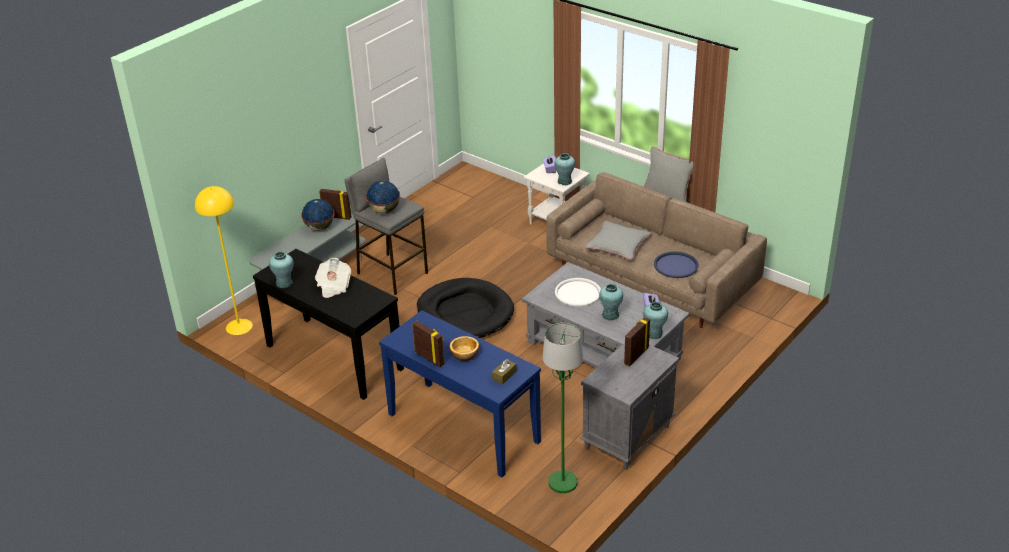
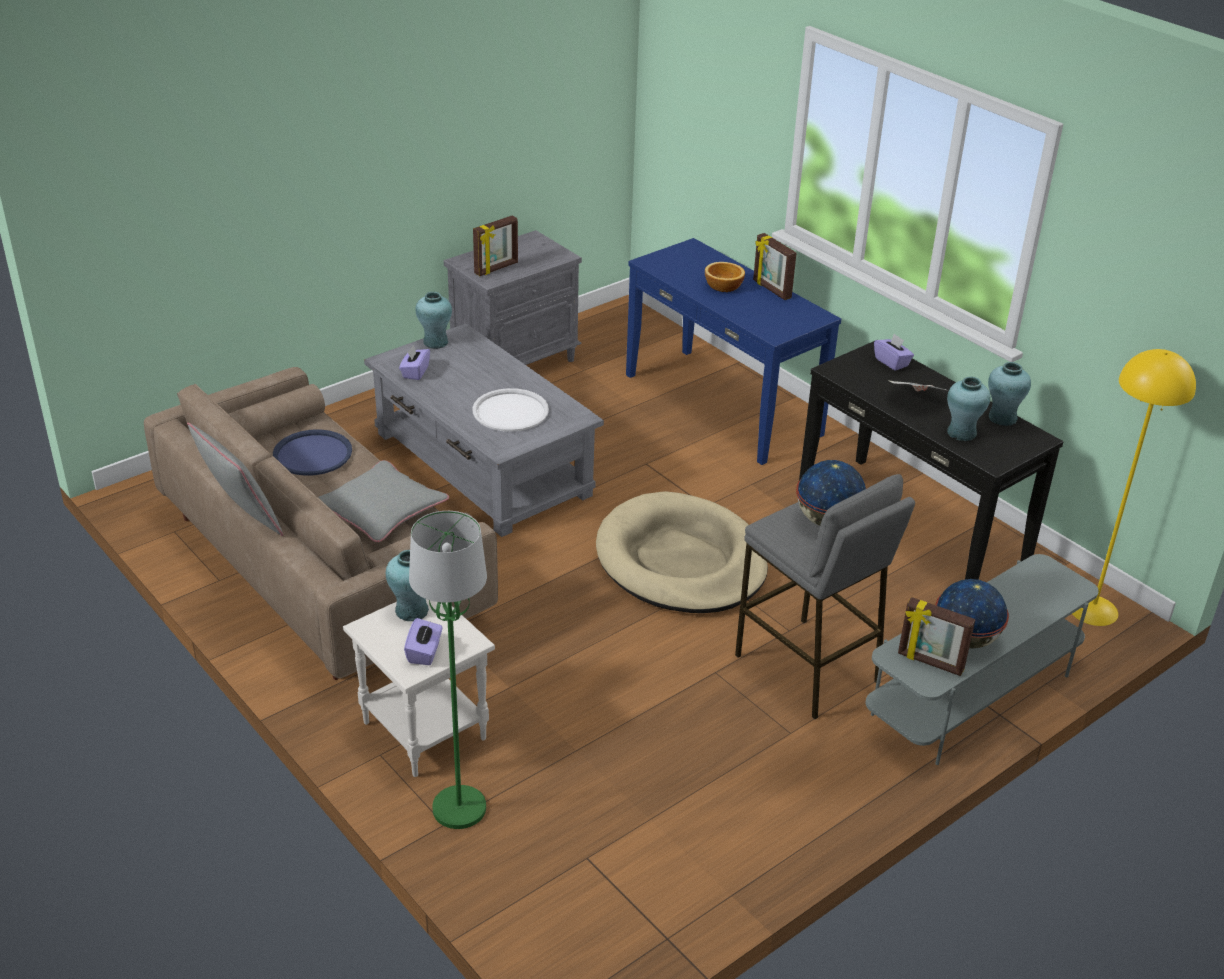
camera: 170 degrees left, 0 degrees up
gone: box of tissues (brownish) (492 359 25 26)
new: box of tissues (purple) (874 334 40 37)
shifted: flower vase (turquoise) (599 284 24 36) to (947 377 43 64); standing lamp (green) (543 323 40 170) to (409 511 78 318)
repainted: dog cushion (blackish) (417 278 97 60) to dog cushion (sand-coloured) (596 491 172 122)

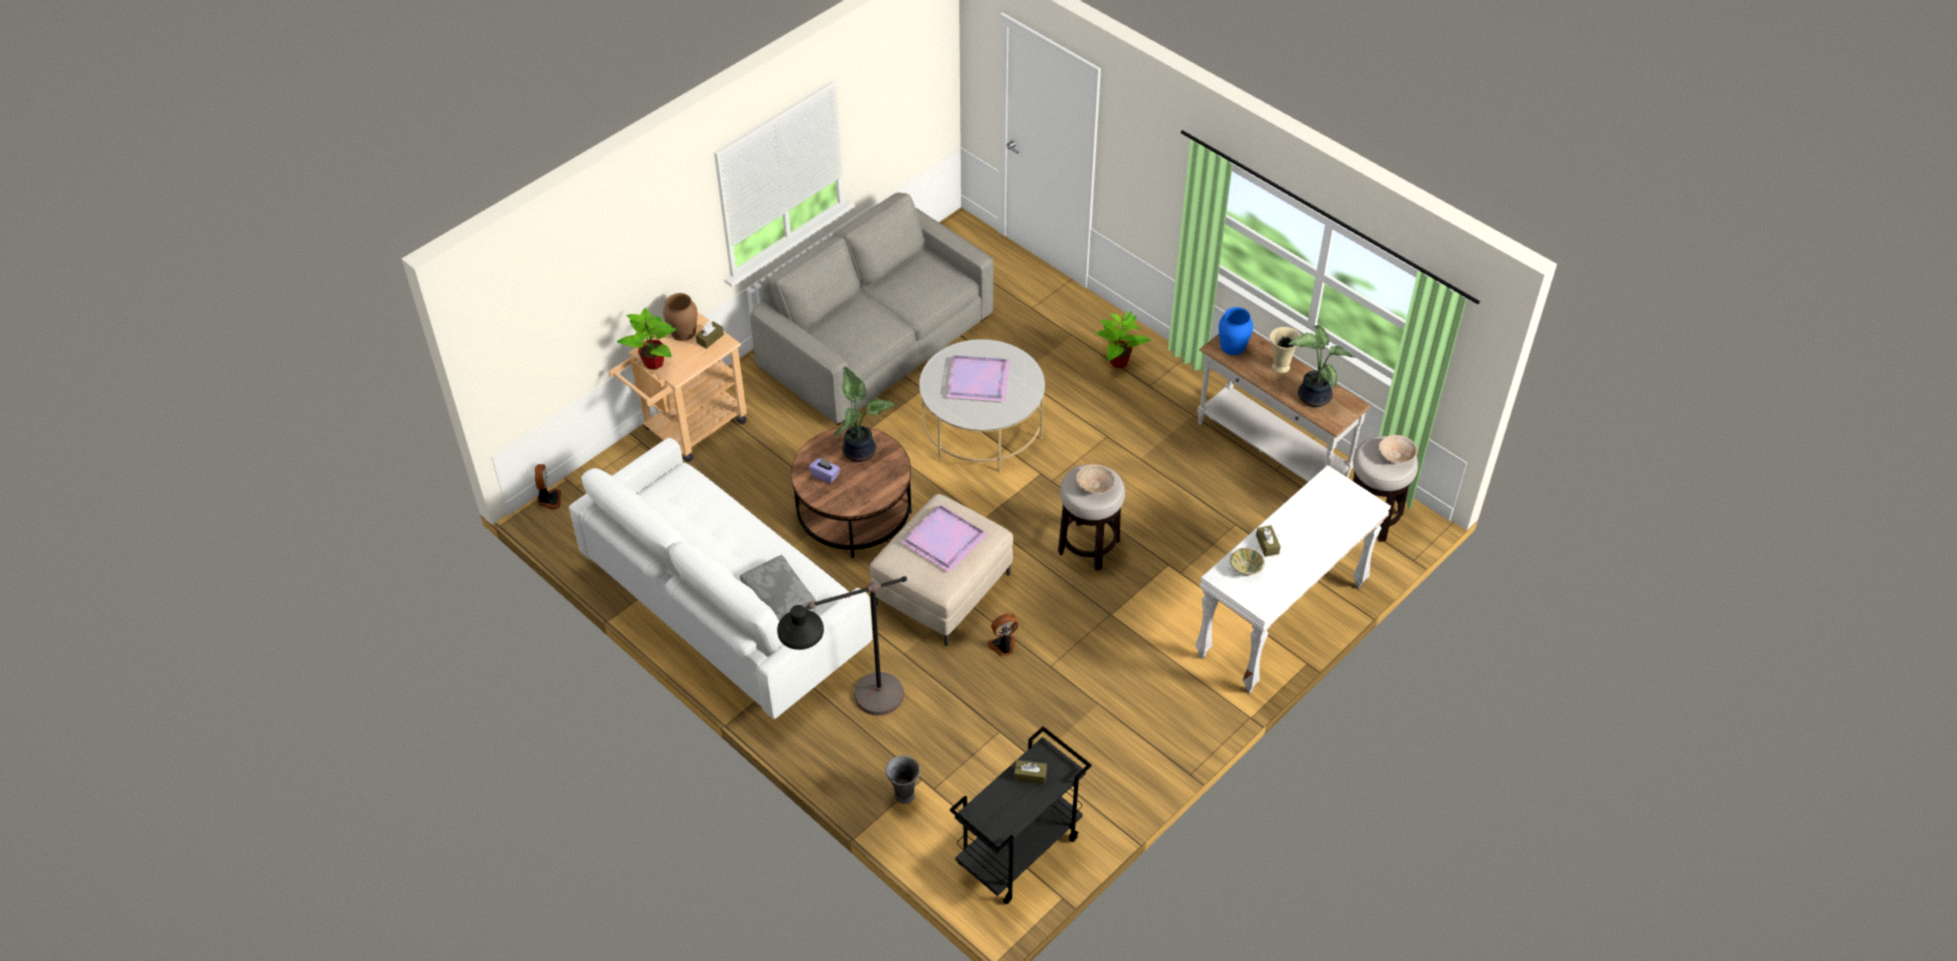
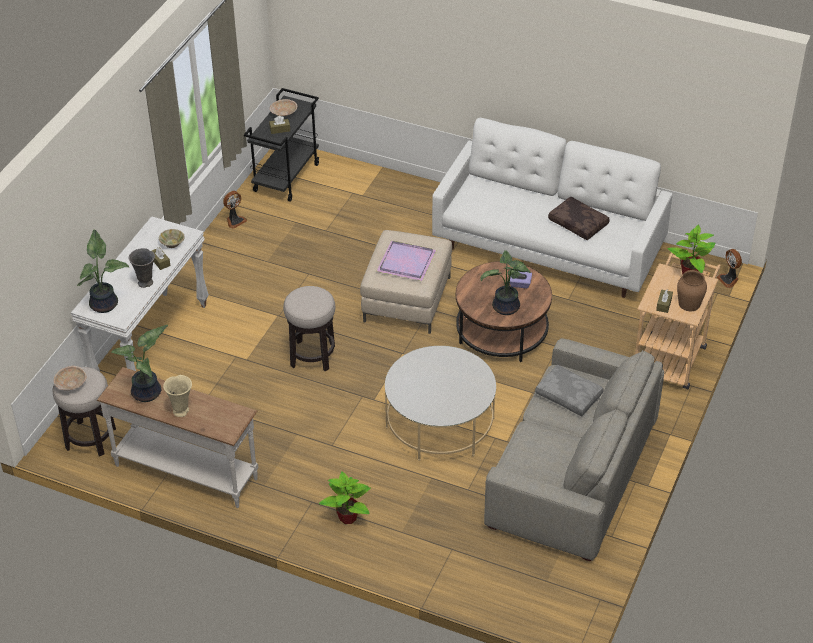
camera: 160 degrees right, 5 degrees down
gone: flower vase (bluish) (1219 307 34 48); tray (purple) (946 355 64 47); standing lamp (blackish) (777 576 130 140)
new: pillow (brownish) (548 197 62 43); potted plant (77 229 52 84)
shifted: serving bowl (sand-coloured) (1076 464 40 30) to (270 99 27 17); pillow (greyish) (740 555 76 66) to (535 365 69 51); electric fan (987 614 31 43) to (223 191 24 38); flower vase (greyish) (885 755 35 49) to (129 248 26 40)

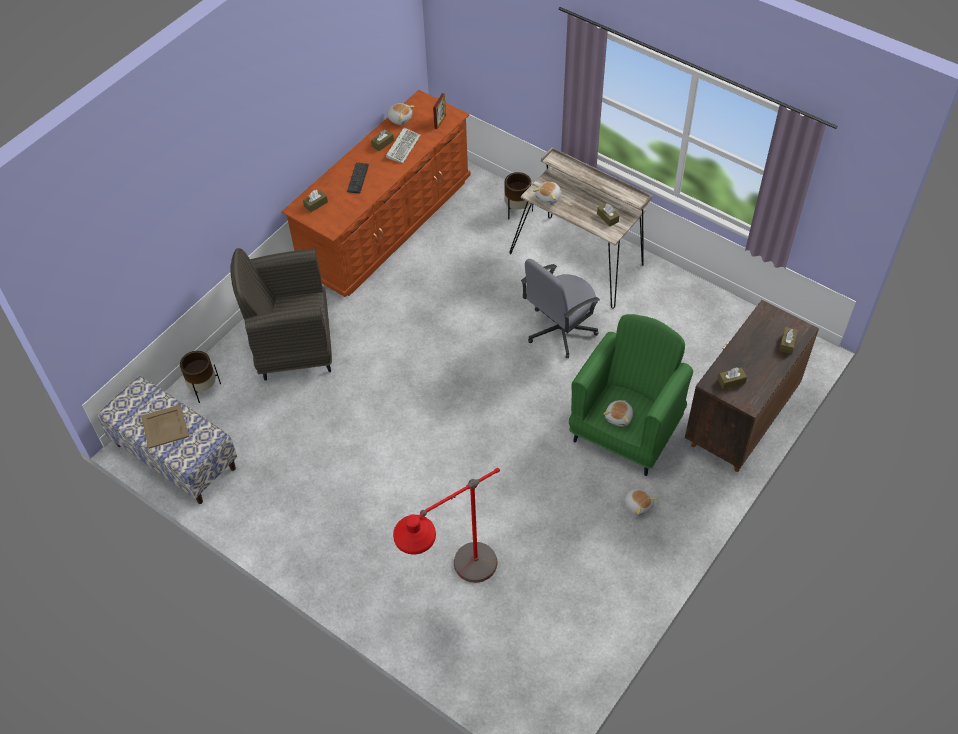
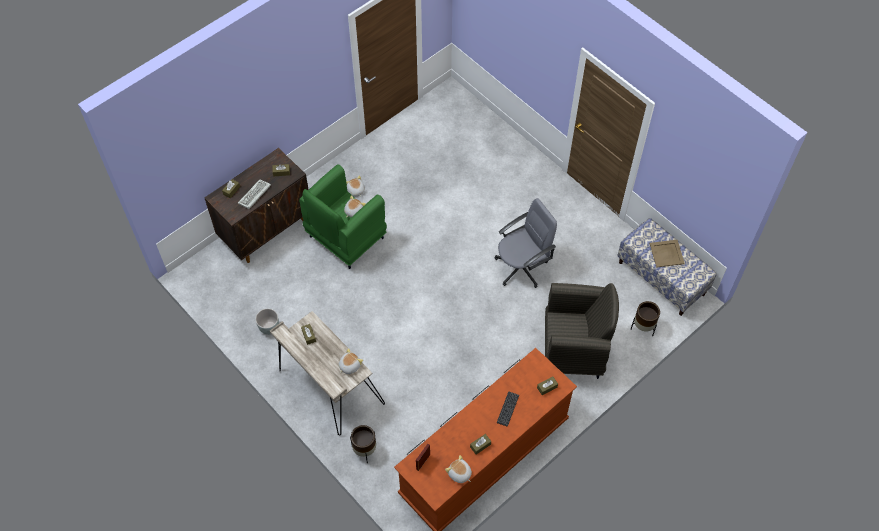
camera: 170 degrees left, 5 degrees up
gone: standing lamp (red) (393 468 107 115)
new: flower pot (greyish) (255 308 24 27)
shifted: keyboard (386 128 35 35) to (238 179 33 30); computer chair (greyish) (521 259 79 99) to (494 198 63 90)

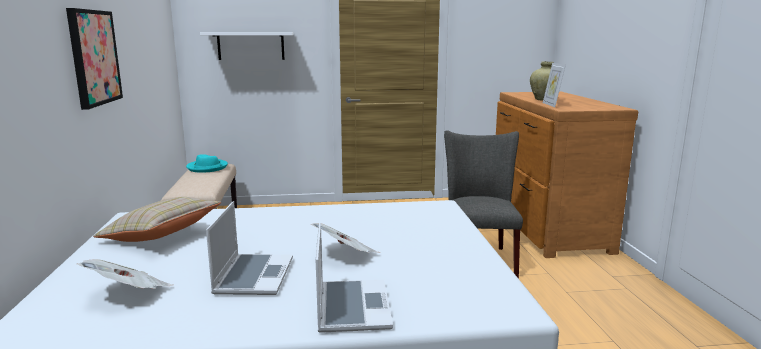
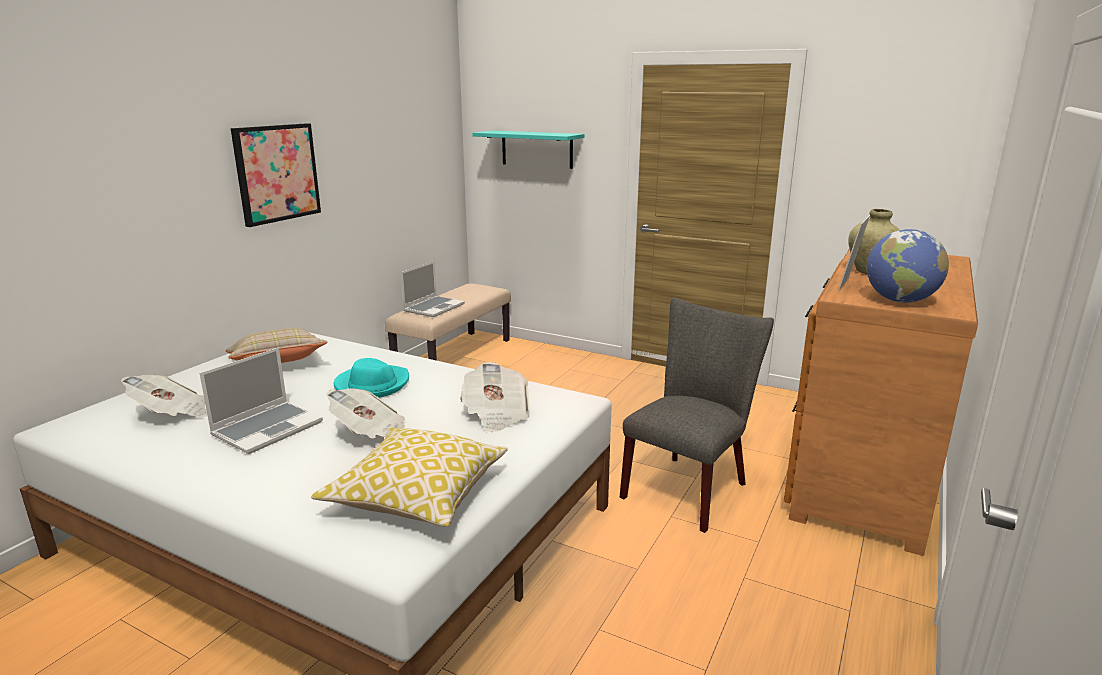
camera: 35 degrees right, 5 degrees up
new: desk globe (867 229 82 74); printed paper (460 362 70 70); pillow (311 427 197 100)
shifted: wearable hat (turquoise) (186 154 42 19) to (334 358 75 40); laptop (316 223 77 110) to (401 261 64 56)
repainted: bracket shelf (whitish) (200 32 93 28) to bracket shelf (turquoise) (472 130 113 39)

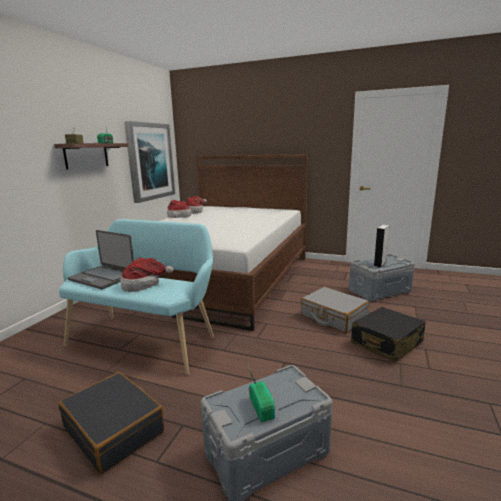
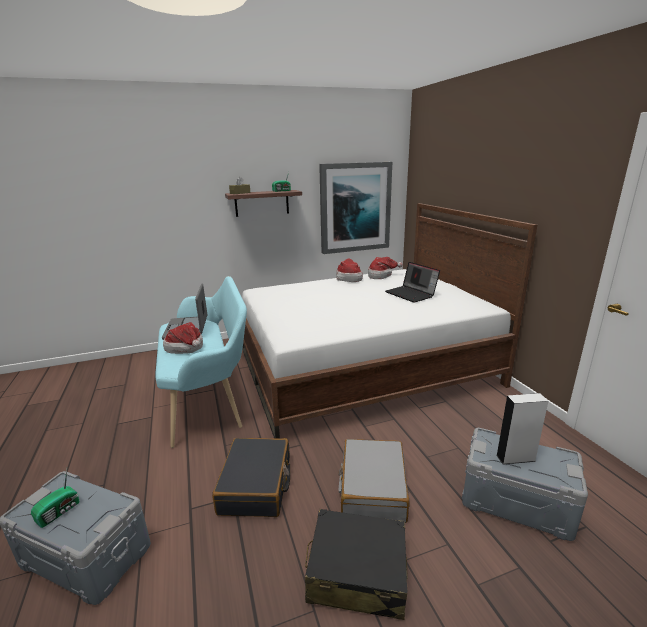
camera: 50 degrees right, 5 degrees up
new: laptop (385 262 55 41)
shifted: piece of luggage (blackish) (58 372 106 102) to (212 438 78 79)

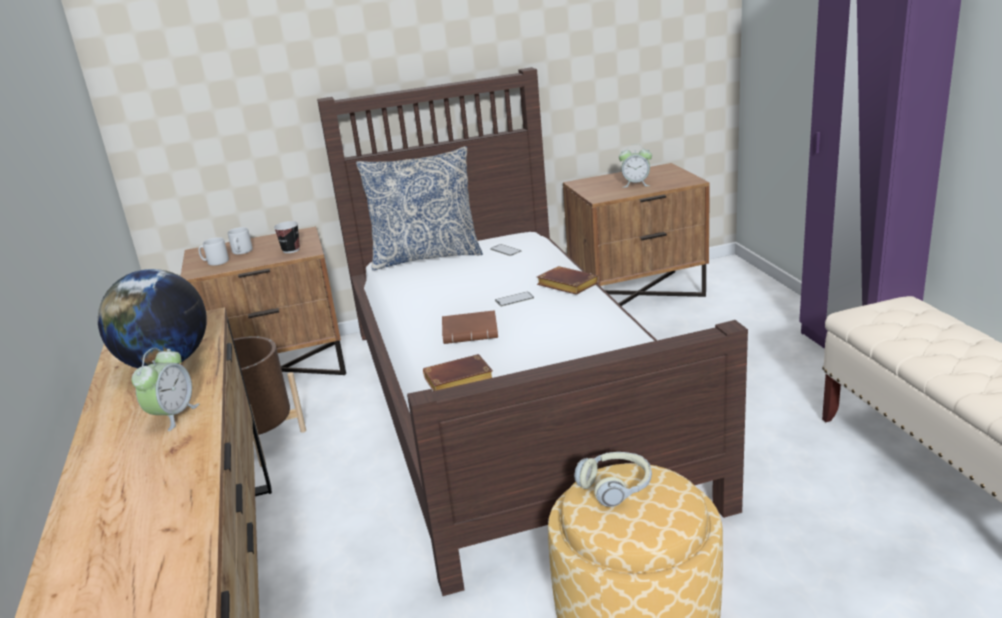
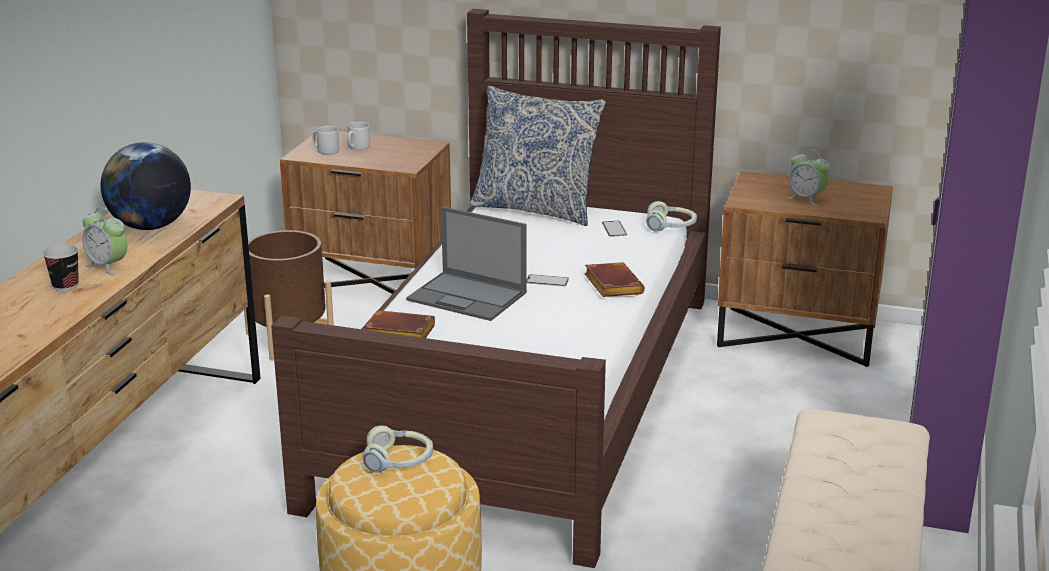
camera: 30 degrees right, 0 degrees up
new: pair of headphones (646 201 51 31)
shifted: small cup (274 221 26 32) to (43 244 36 47)
swapped: bound book (brownish) (442 310 56 34) to laptop (406 206 121 115)
rotated: alarm clock (132 348 67 83) = (82 207 45 68) 75 degrees clockwise

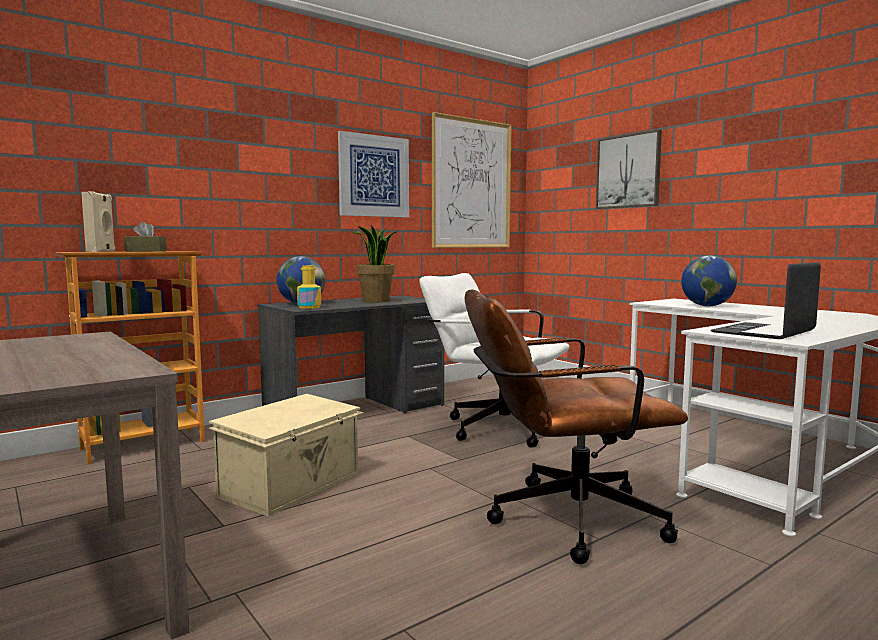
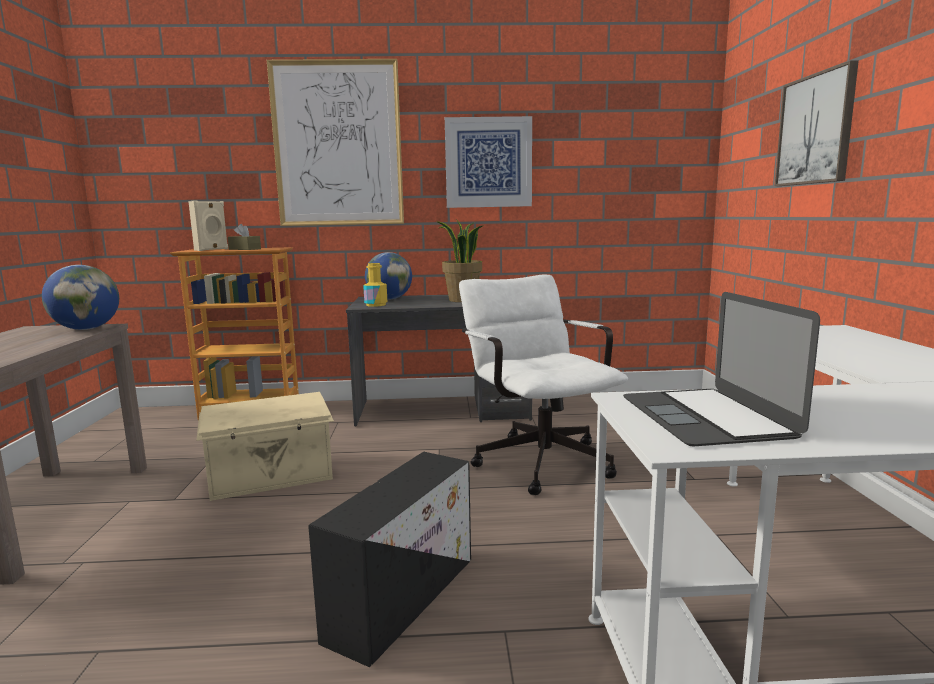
camera: 35 degrees right, 5 degrees up
shifted: wall picture (432 112 79 136) to (267 59 137 167); desk globe (681 255 56 51) to (42 265 77 65)
swapped: computer chair (brownish) (465 289 223 275) to storage bin (blackish) (308 451 163 216)
rotated: laptop (711 262 110 77) = (623 292 197 154) 90 degrees counterclockwise

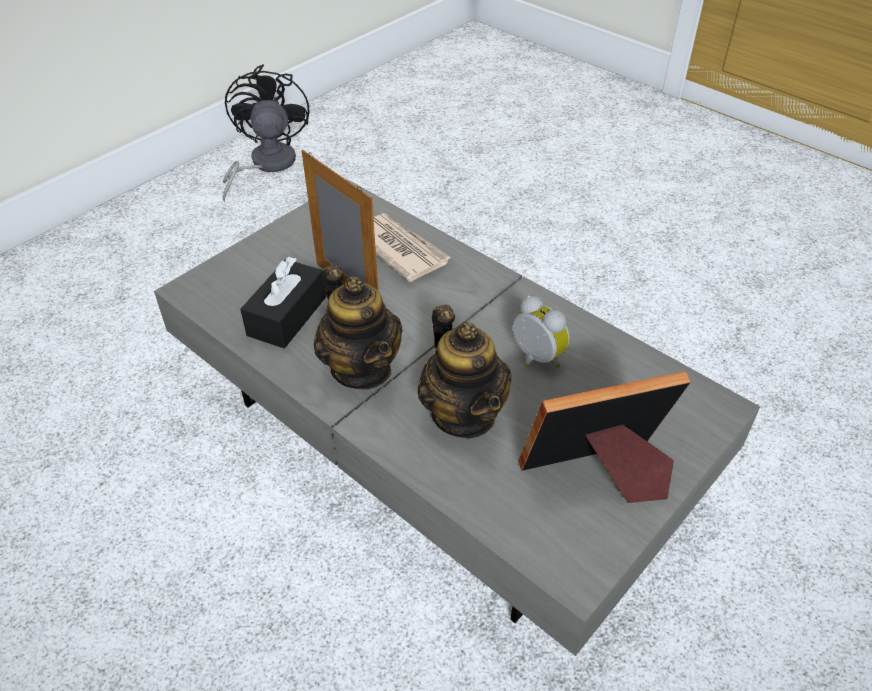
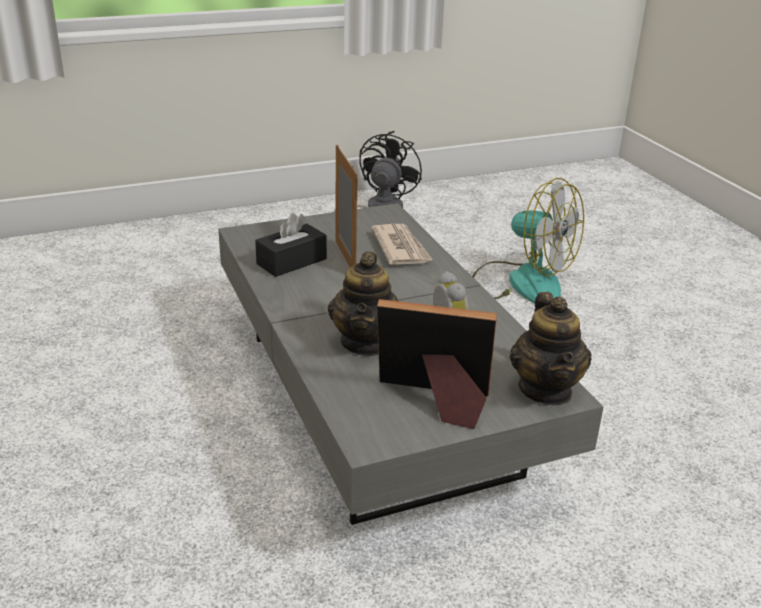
camera: 25 degrees right, 15 degrees down
new: electric fan (472 178 112 125)
shifted: teapot (314 264 89 125) to (509 292 83 113)

